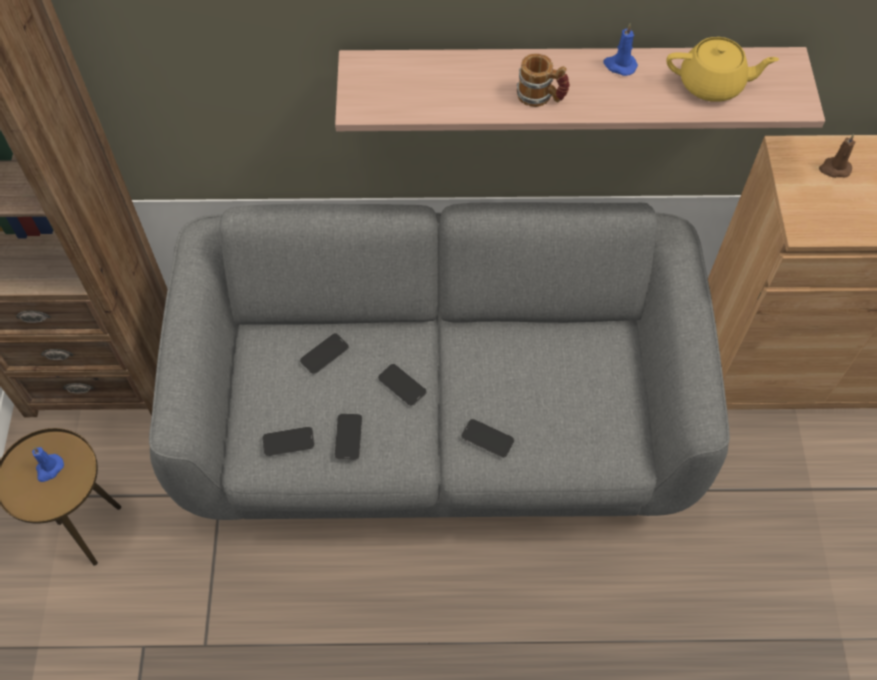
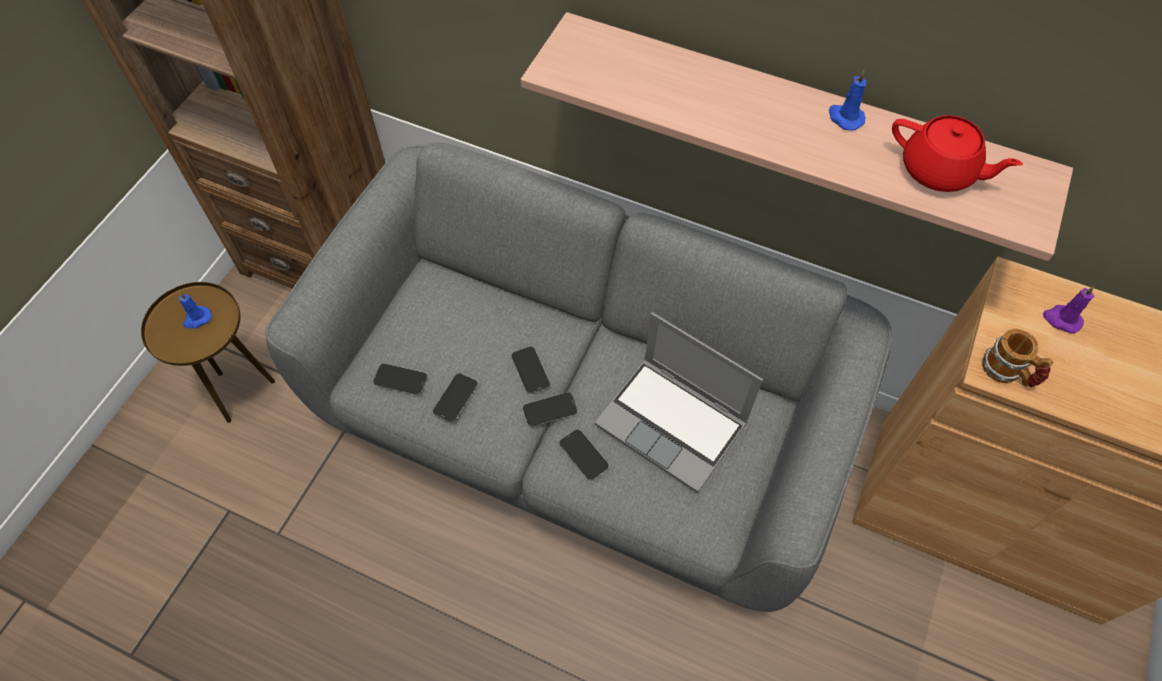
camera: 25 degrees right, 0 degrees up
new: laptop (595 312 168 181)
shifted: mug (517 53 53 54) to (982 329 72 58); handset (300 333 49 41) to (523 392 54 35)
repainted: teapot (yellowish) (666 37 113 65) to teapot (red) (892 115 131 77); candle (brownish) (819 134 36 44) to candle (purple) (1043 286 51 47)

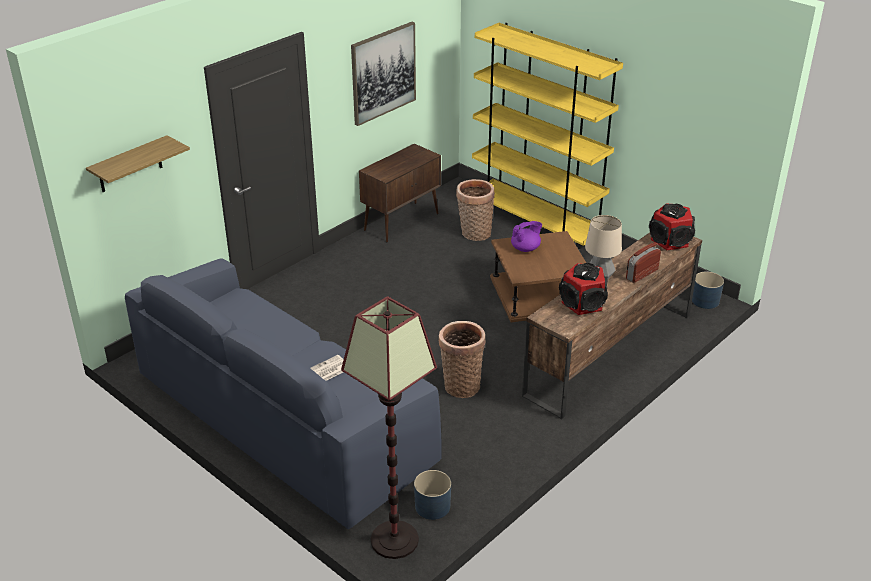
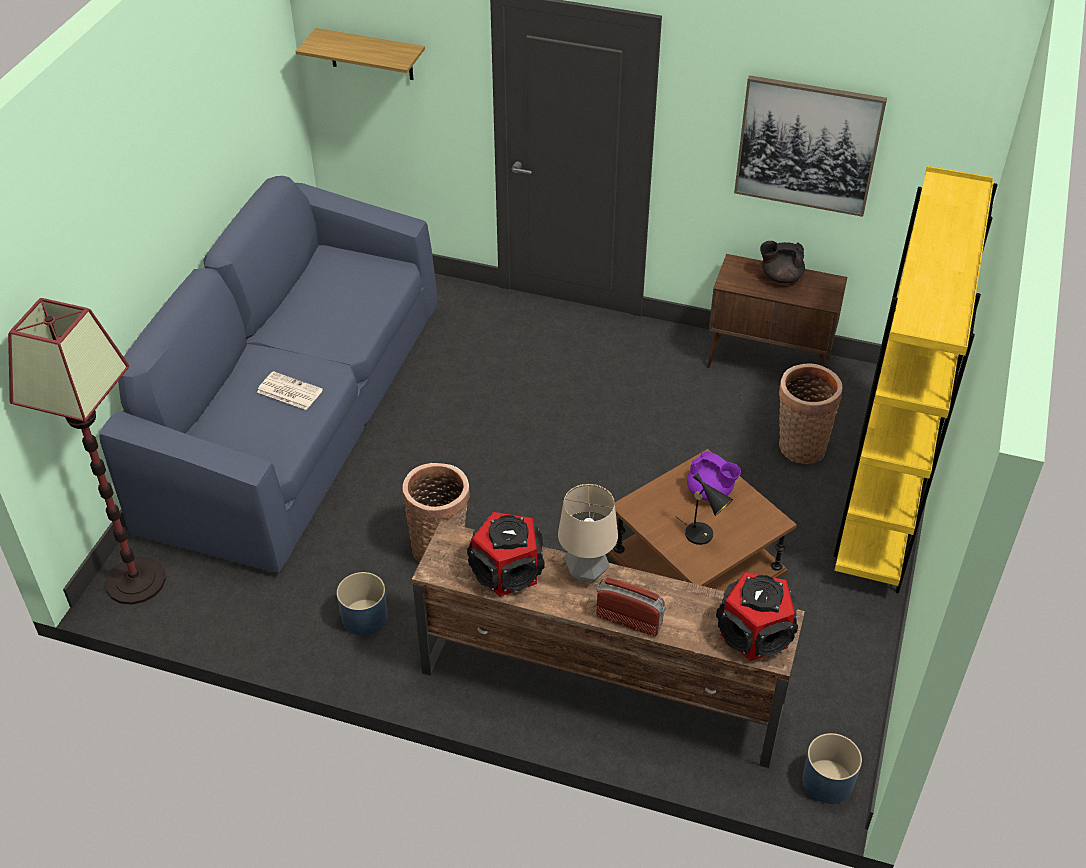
camera: 65 degrees right, 10 degrees up
new: teapot (blackish) (760 241 45 43); lamp for a table (blackish) (675 473 58 72)
shifted: flower pot (bluish) (414 470 37 50) to (337 572 50 64)

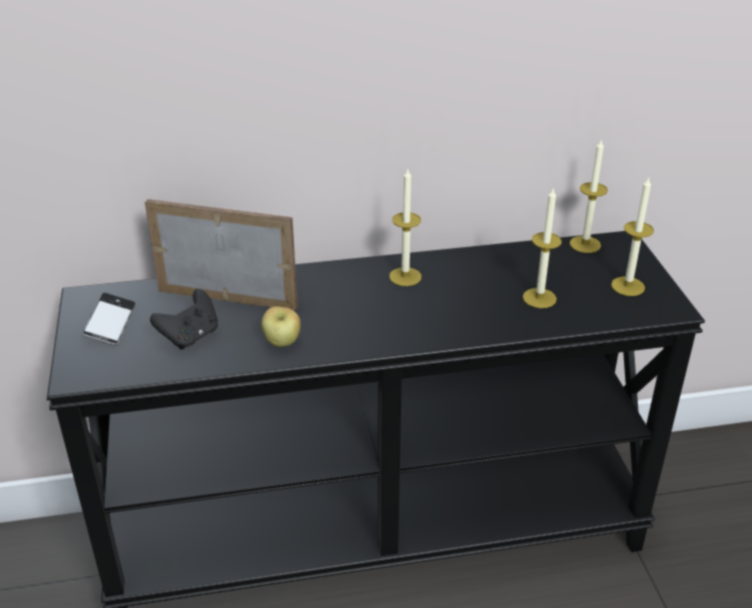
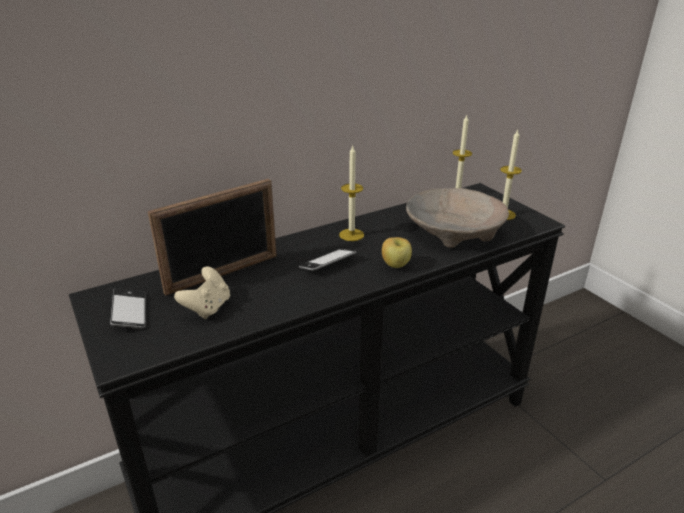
camera: 20 degrees left, 5 degrees down
new: handset (299 249 57 22)
shifted: whole apple (261 306 40 41) to (382 237 30 31)
swapped: candle (523 189 39 119) to serving bowl (sand-coloured) (406 188 103 60)
repainted: joypad (blackish) (150 289 68 61) to joypad (sand-coloured) (174 267 56 52)
rotated: picture frame (145 199 153 112) = (148 179 129 116) 150 degrees clockwise

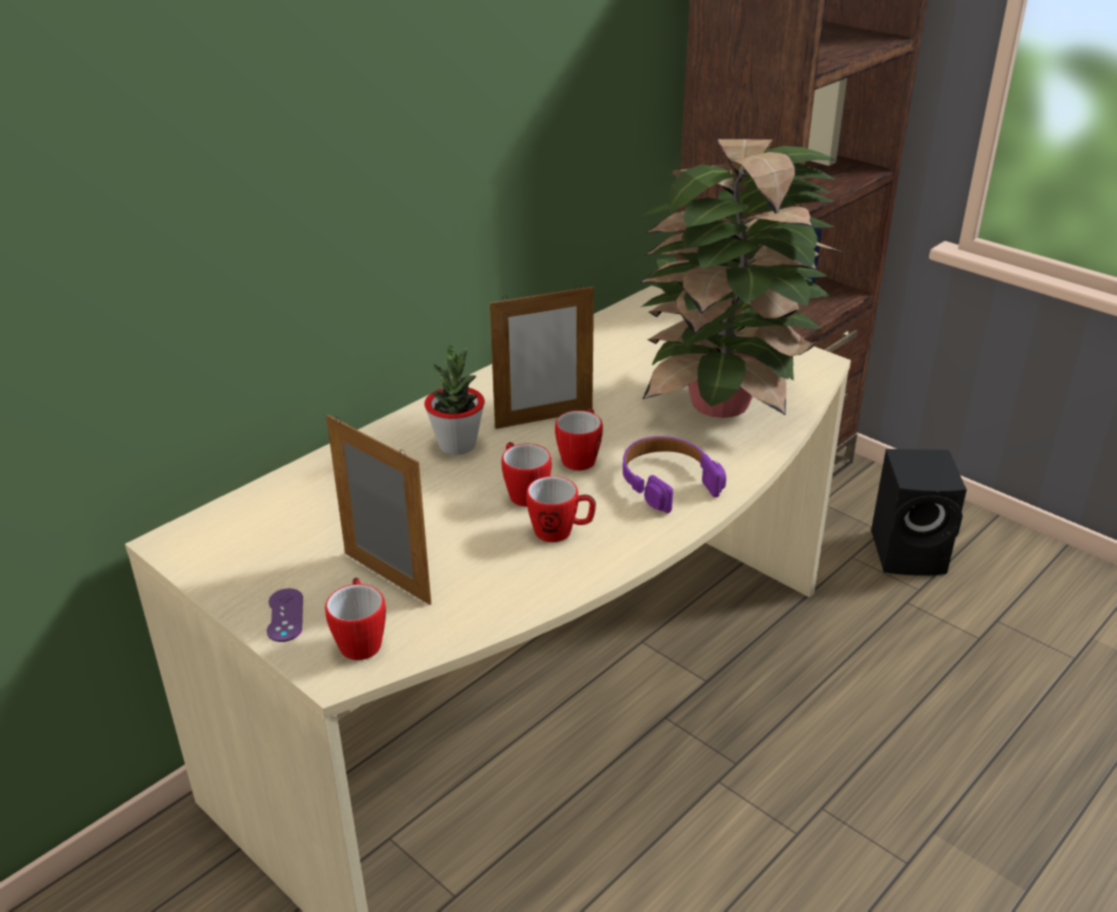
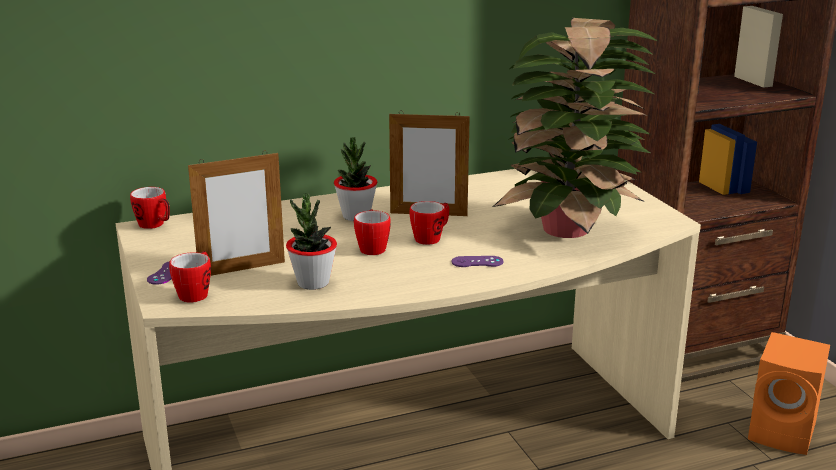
camera: 25 degrees right, 10 degrees down
new: potted plant (286 194 51 96)
shifted: mug (526 476 70 66) to (130 187 40 42)
swapped: pair of headphones (purple) (623 436 103 77) to joypad (purple) (452 256 51 11)
repainted: loudspeaker (blackish) (871 449 96 127) to loudspeaker (orange-coloured) (748 332 82 123)
rotated: picture frame (326 415 105 190) = (188 150 97 126) 90 degrees clockwise

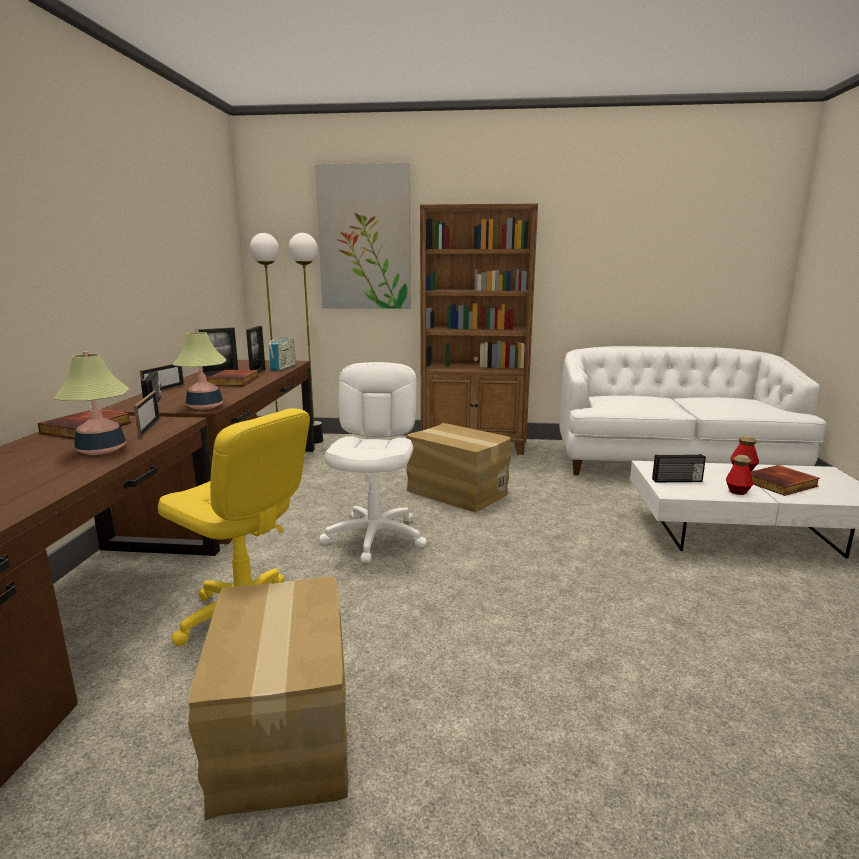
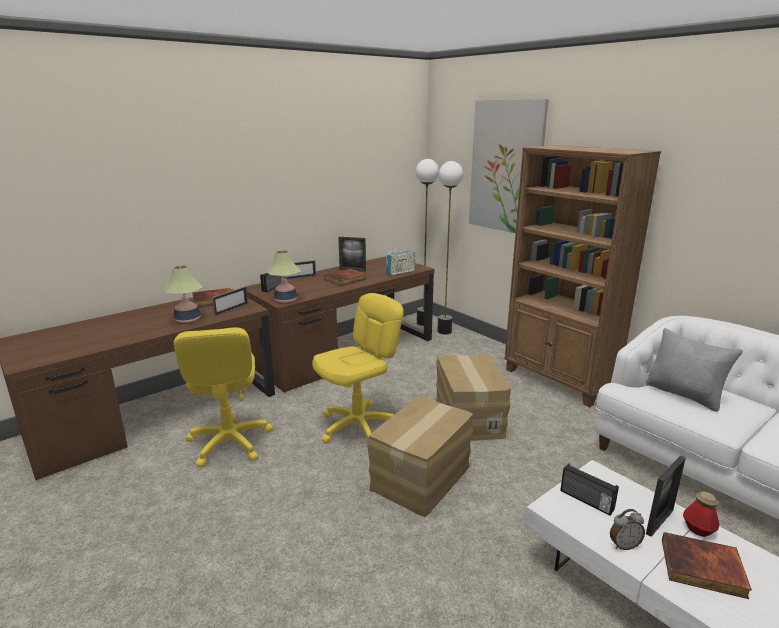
camera: 45 degrees right, 5 degrees up
new: pillow (greyish) (646 328 97 84)
shifted: picture frame (246 326 20 48) to (646 455 40 82); packing box (188 577 160 243) to (367 396 106 121)
swapped: drink bottle (726 455 28 40) to alarm clock (610 509 35 41)
repainted: computer chair (whitish) (319 362 108 201) to computer chair (yellowish) (312 293 92 150)

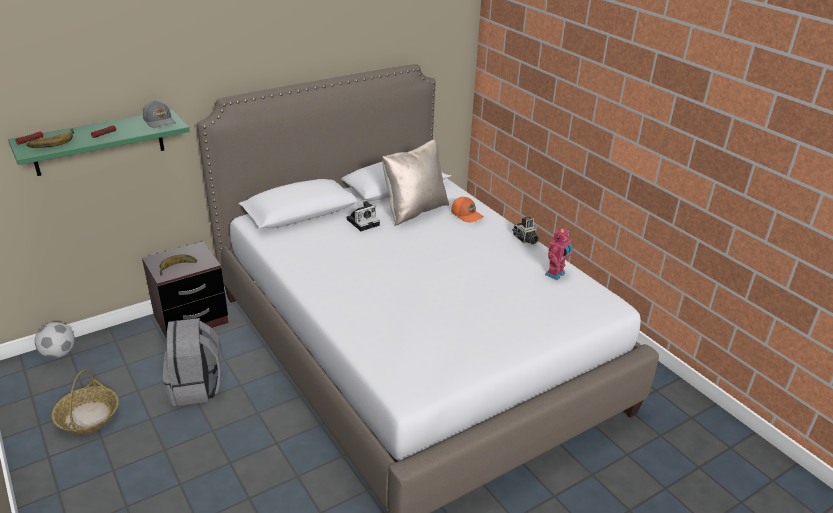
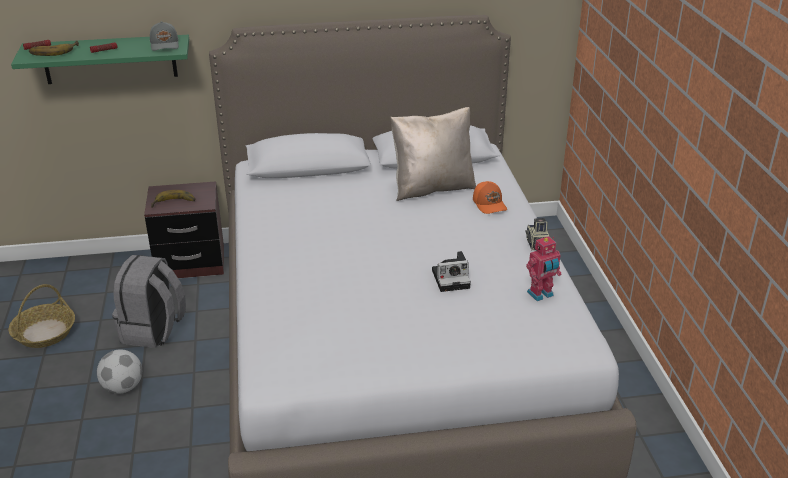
camera: 25 degrees right, 0 degrees up
shifted: still camera (347 201 33 30) to (432 251 39 41); football ball (35 322 40 36) to (97 349 45 45)

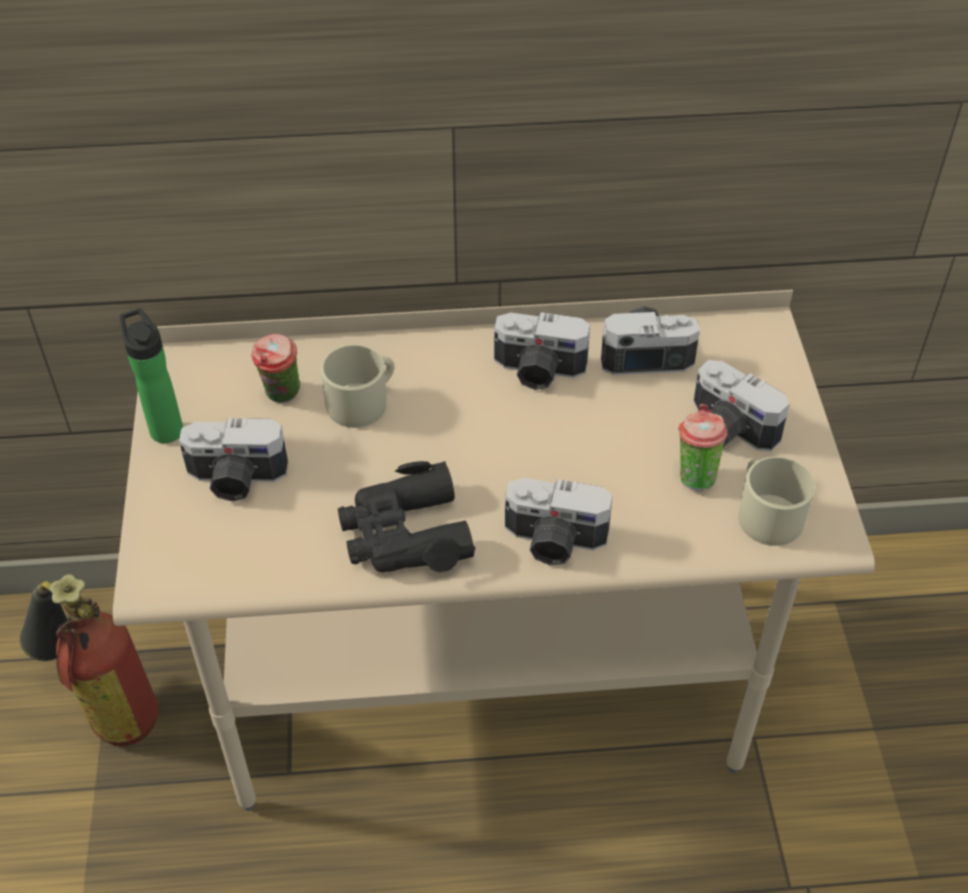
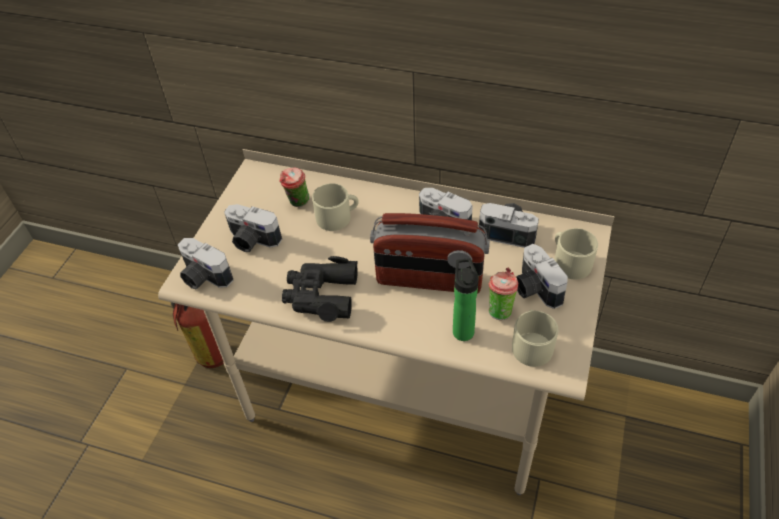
camera: 25 degrees right, 0 degrees up
new: radio (370 213 120 81); mug (sand-coloured) (554 228 44 51)
shifted: drink bottle (119 308 64 135) to (453 258 26 83); still camera (505 478 108 87) to (178 238 56 52)

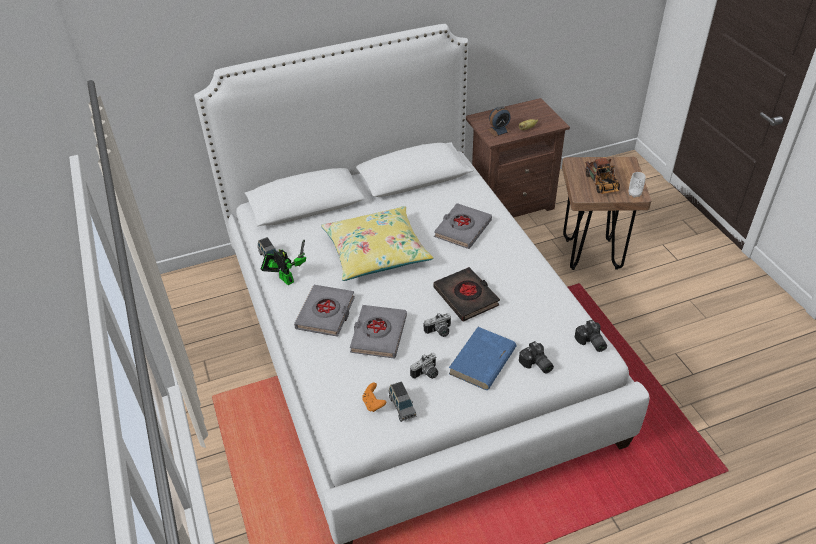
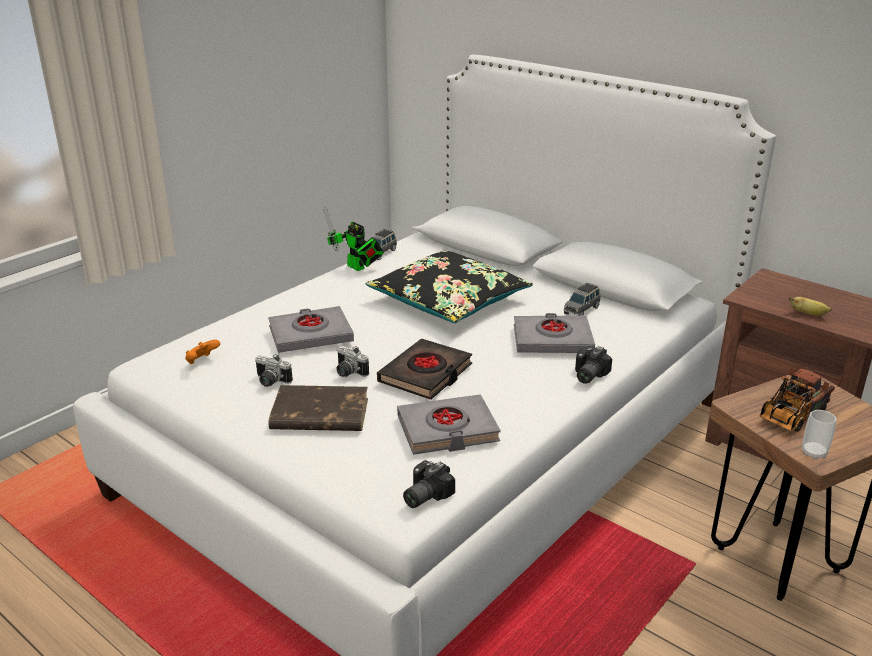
camera: 60 degrees right, 15 degrees down
gone: alarm clock (487 107 24 30)
shifted: bound book (greyish) (294 285 61 52) to (397 394 104 61); still camera (519 341 35 33) to (575 346 37 38); toy car (greyish) (389 381 28 41) to (564 283 36 33)
repainted: pillow (yellowish) (321 206 112 75) to pillow (blackish) (366 251 167 72); bound book (bluish) (449 327 68 63) to bound book (brownish) (269 385 99 46)
rotated: model robot (261 239 45 46) = (324 207 60 64) 120 degrees clockwise

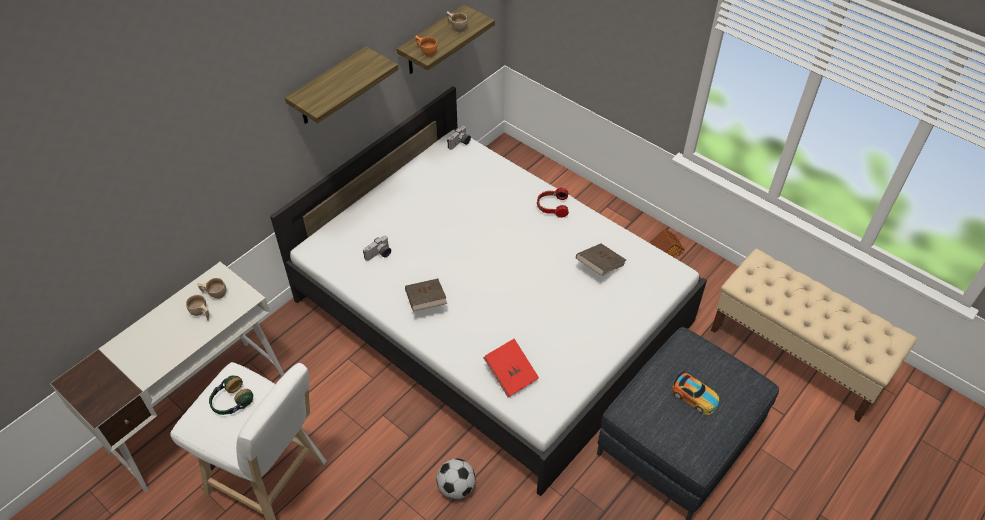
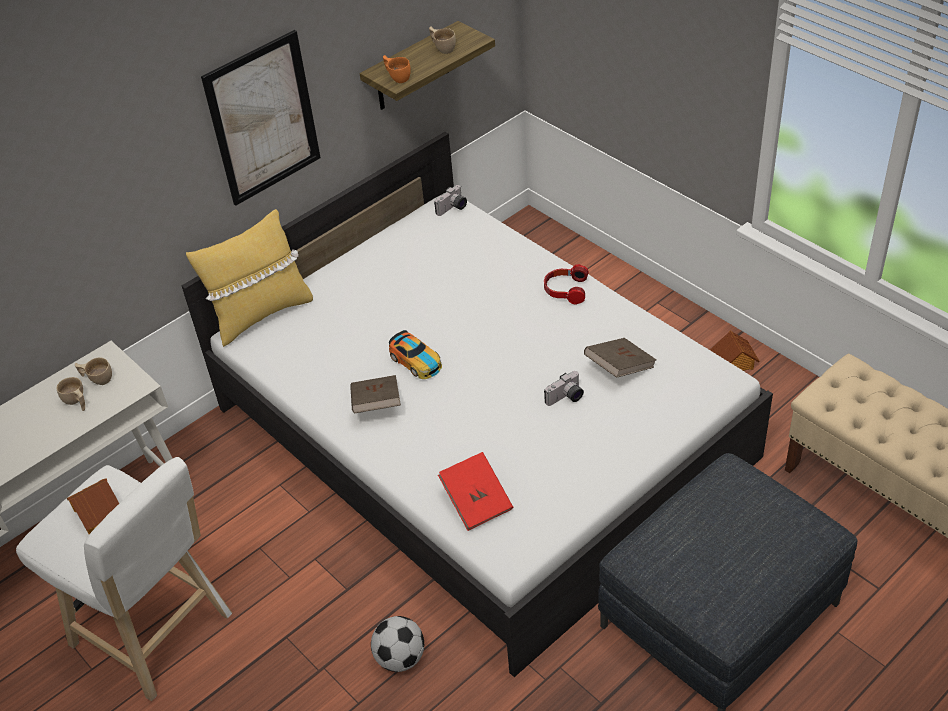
camera: 10 degrees right, 5 degrees down
new: pillow (yellowish) (186 209 127 138)
shifted: still camera (363 235 28 26) to (544 371 40 35); toy car (672 371 47 44) to (389 330 53 49)
swapped: bracket shelf (285 47 113 77) to wall picture (201 30 120 176); pair of headphones (209 375 44 40) to miniature house (67 478 52 56)

